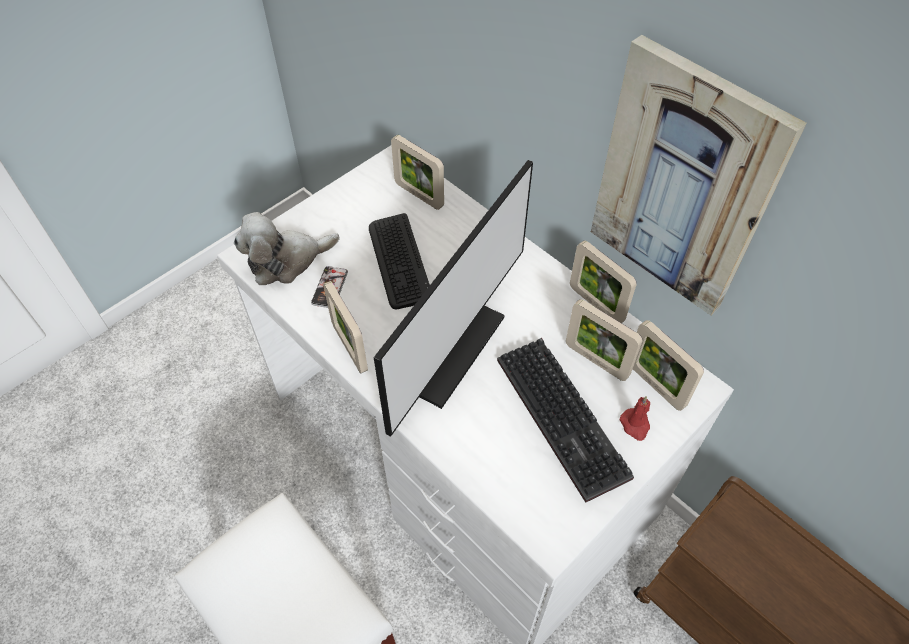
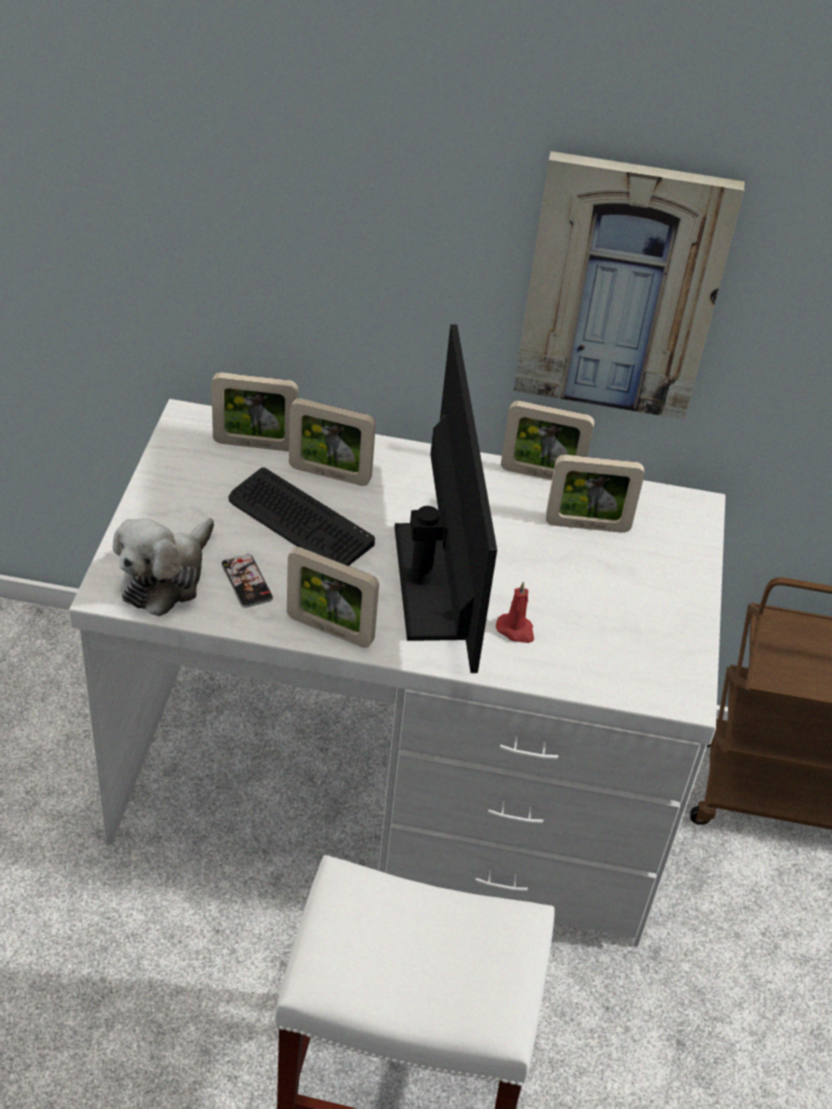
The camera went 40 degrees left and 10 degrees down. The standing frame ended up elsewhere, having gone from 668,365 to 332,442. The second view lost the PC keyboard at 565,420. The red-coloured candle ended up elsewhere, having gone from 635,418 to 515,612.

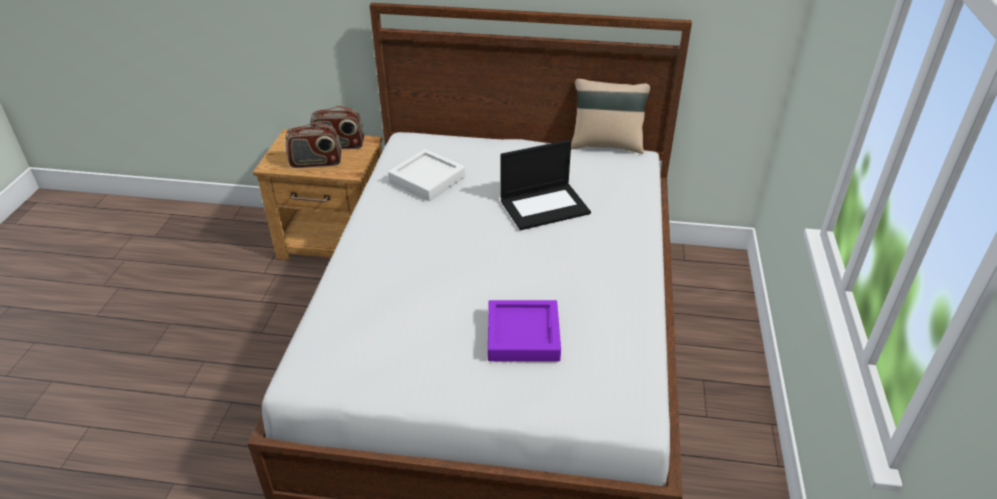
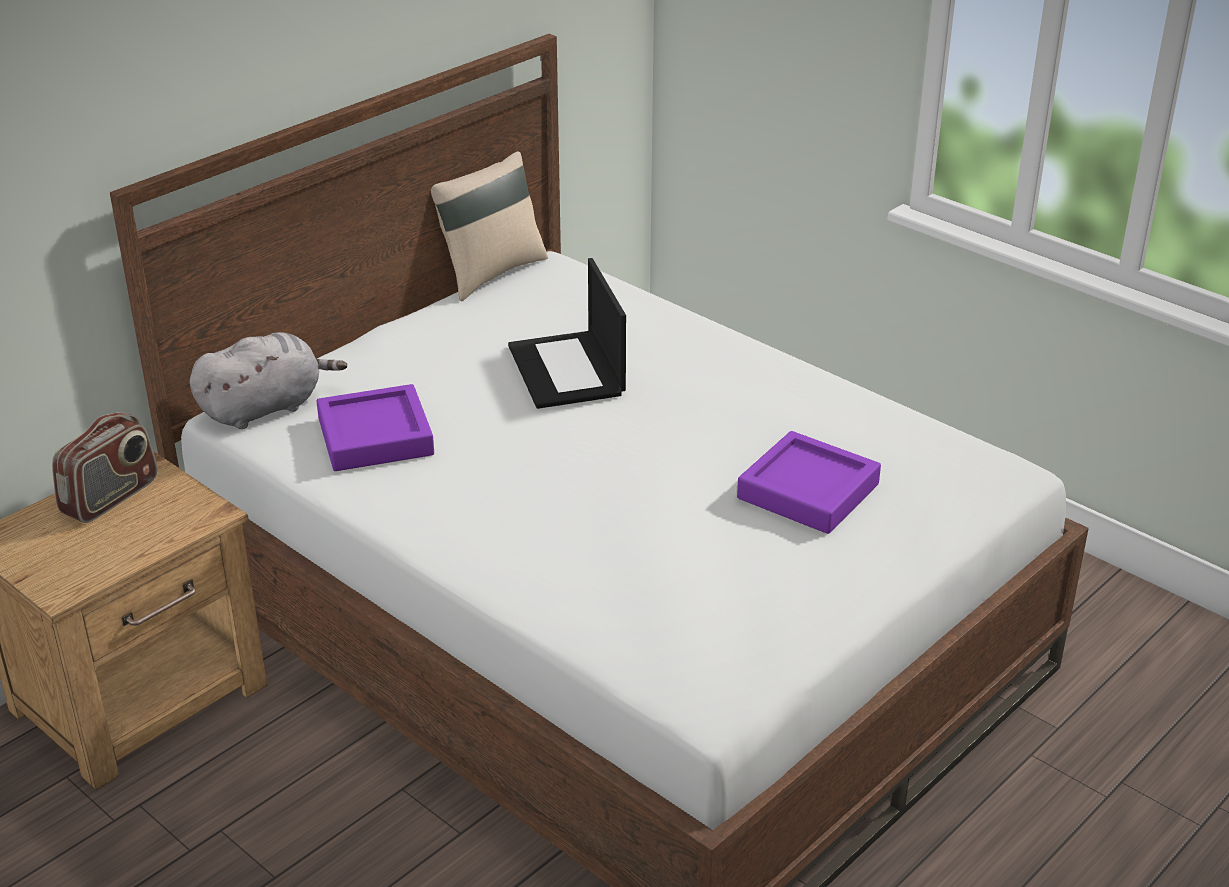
The camera went 55 degrees left and 5 degrees down. The second view lost the radio receiver at 314,145. The notebook computer at 545,185 ended up facing another way, 150 degrees clockwise from before. What was the white-coloured carrying tray at 426,175 turned into the purple-coloured carrying tray at 375,427. The second view gained the grey plush toy at 268,380.

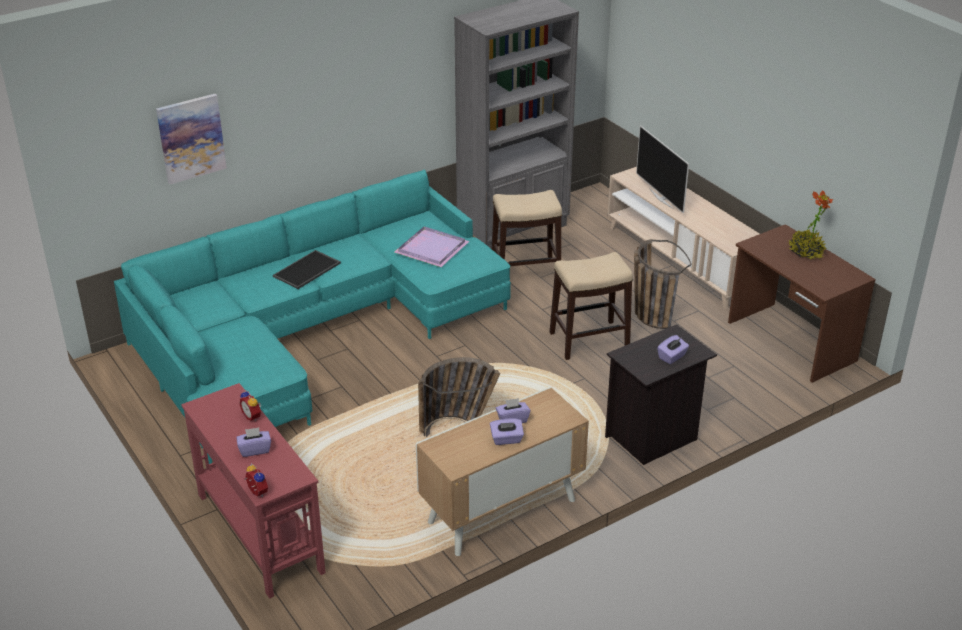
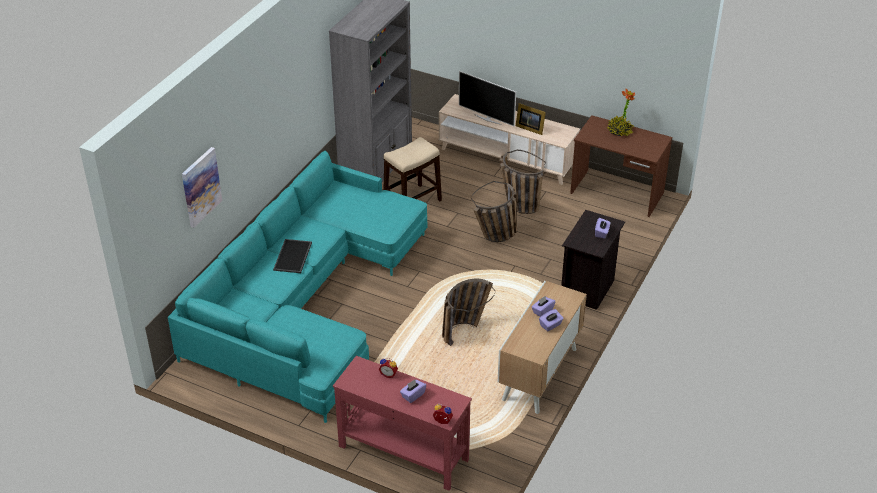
The camera went 30 degrees left and 5 degrees up. The second view lost the purple-coloured carrying tray at 432,246. Where the stool seat stood at 591,306, the basket came to stand at 494,211. The second view gained the standing frame at 531,119.

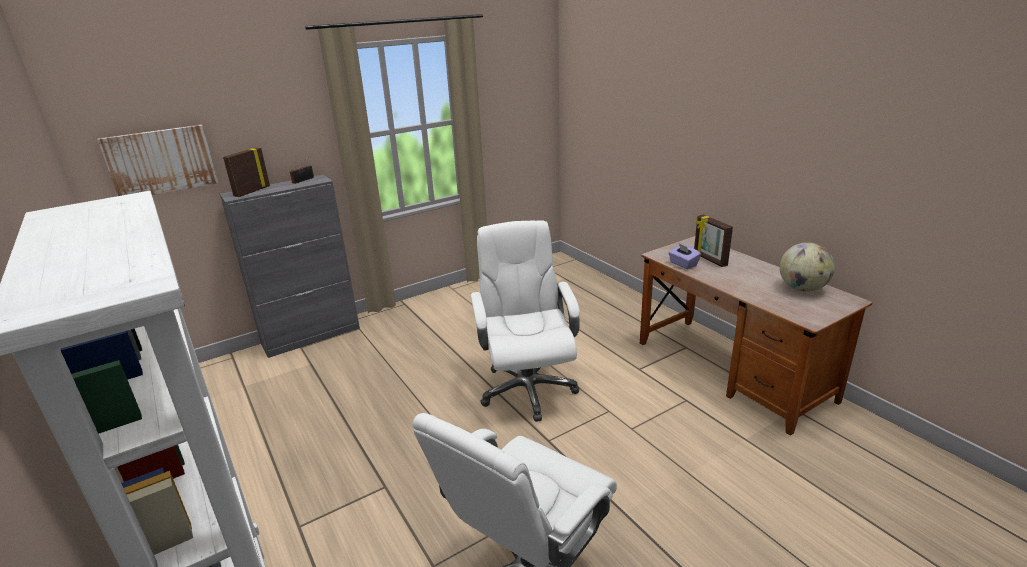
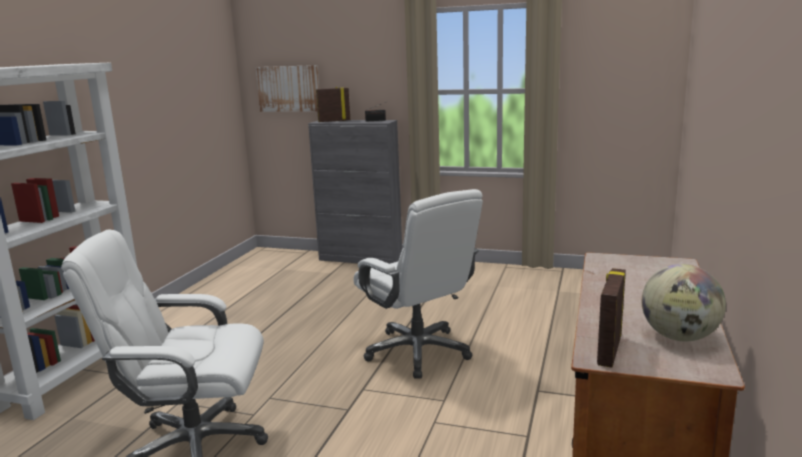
The camera went 50 degrees right and 10 degrees down. The standing frame ended up elsewhere, having gone from 713,241 to 611,318. The white-coloured office chair at 525,321 ended up facing another way, 105 degrees clockwise from before. The second view lost the purple-coloured tissue box at 684,256.

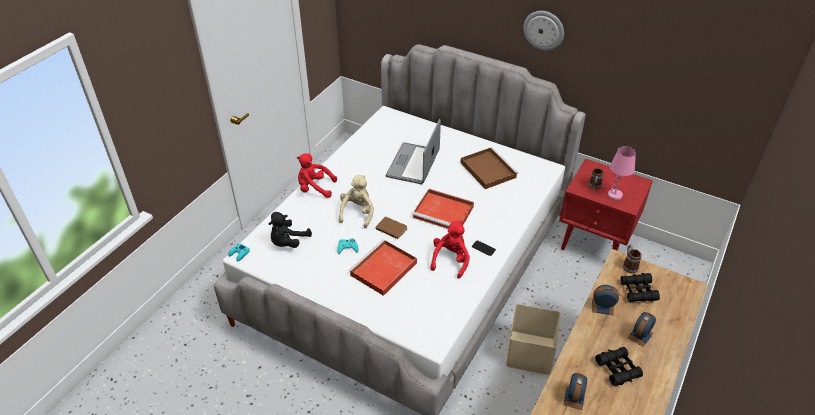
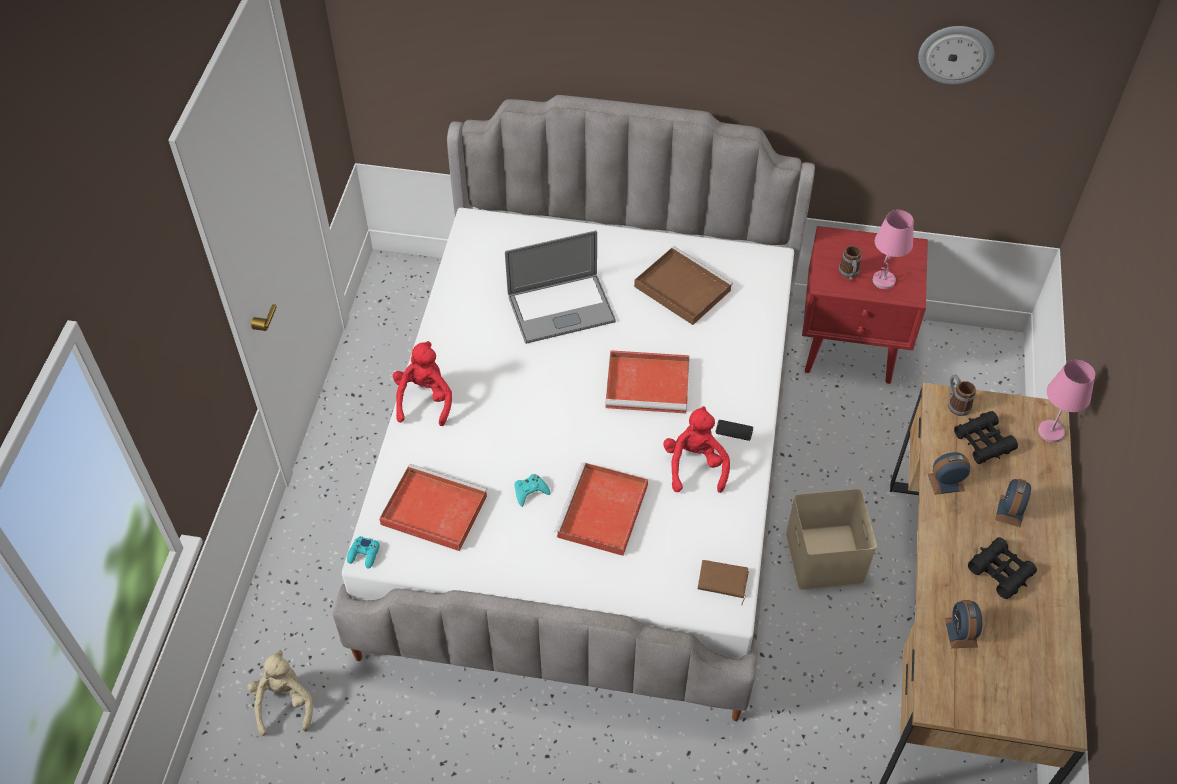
The camera went 20 degrees left and 10 degrees up. The clock on the wall ended up elsewhere, having gone from 543,31 to 956,55. The notebook computer at 413,151 ended up facing another way, 105 degrees counterclockwise from before. The red-coloured plush toy at 317,175 ended up facing another way, 105 degrees clockwise from before. The beige-coloured plush toy ended up elsewhere, having gone from 356,201 to 280,693. Where the blackish plush toy stood at 290,230, the red-coloured carrying tray came to stand at 433,507. The brownish book ended up elsewhere, having gone from 391,229 to 723,583. The second view gained the pink-coloured lamp for a table at 1066,401.

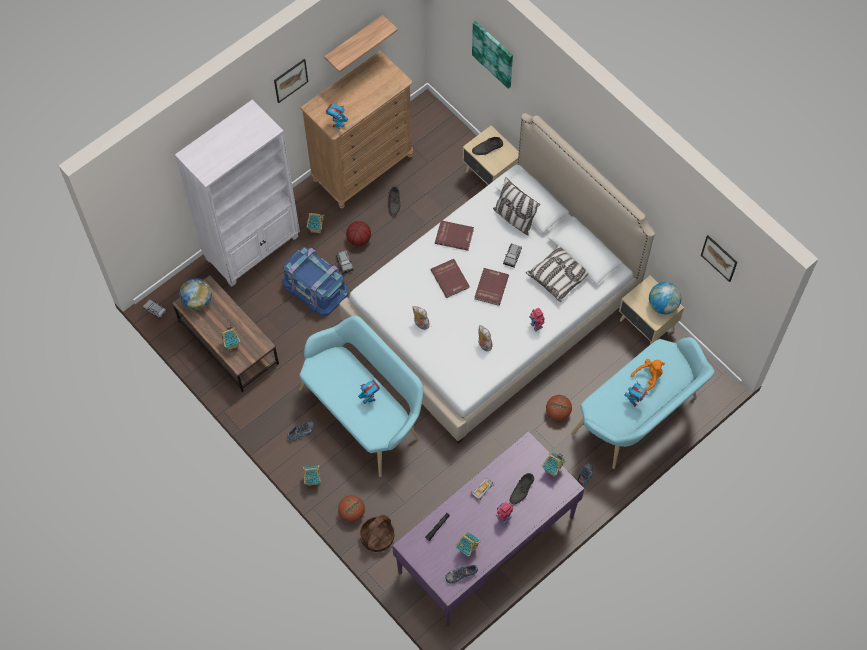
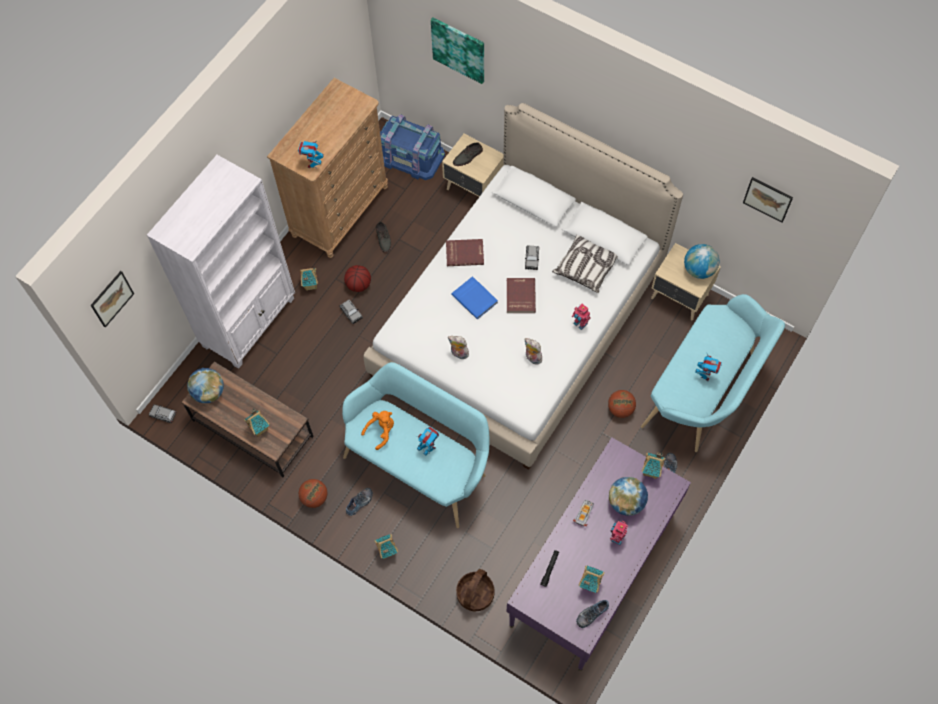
The camera went 15 degrees left and 0 degrees up. The second view lost the wall shelf at 361,43. The wall art ended up elsewhere, having gone from 291,81 to 112,299. The second view lost the cushion at 516,206. The blue storage container ended up elsewhere, having gone from 315,281 to 412,147. What was the red-coloured book at 450,278 turned into the blue book at 474,297. The orangey plush toy ended up elsewhere, having gone from 648,375 to 377,430. Where the grey low shoe stood at 522,488, the world globe came to stand at 628,496. The basketball ball ended up elsewhere, having gone from 351,508 to 313,493.

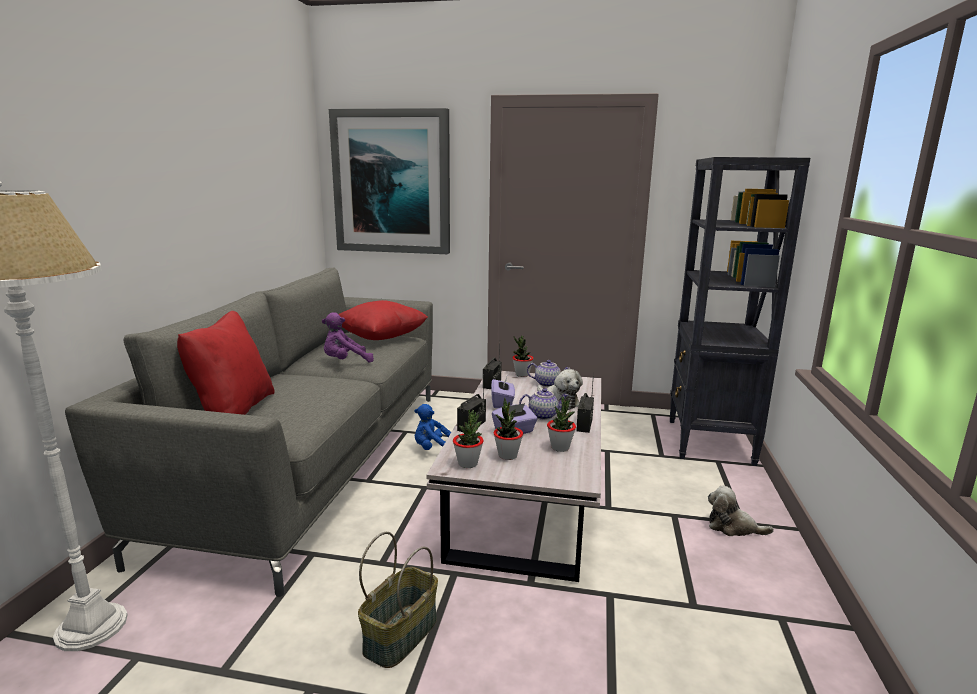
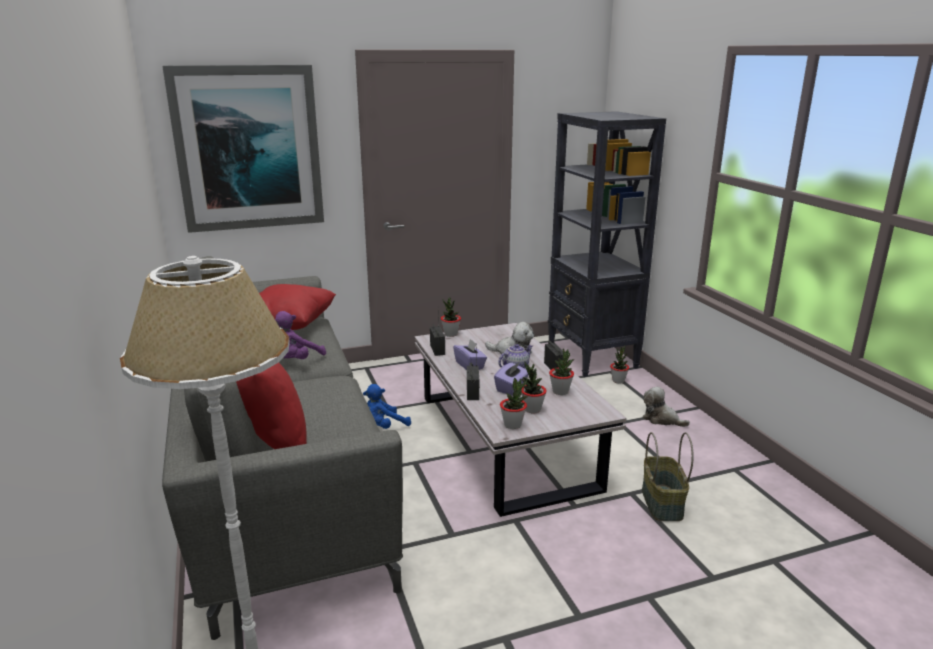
The camera went 30 degrees left and 5 degrees up. The second view lost the tea pot at 548,373. The plush toy at 741,511 ended up facing another way, 45 degrees clockwise from before. The basket ended up elsewhere, having gone from 398,600 to 668,476. The second view gained the houseplant at 619,364.

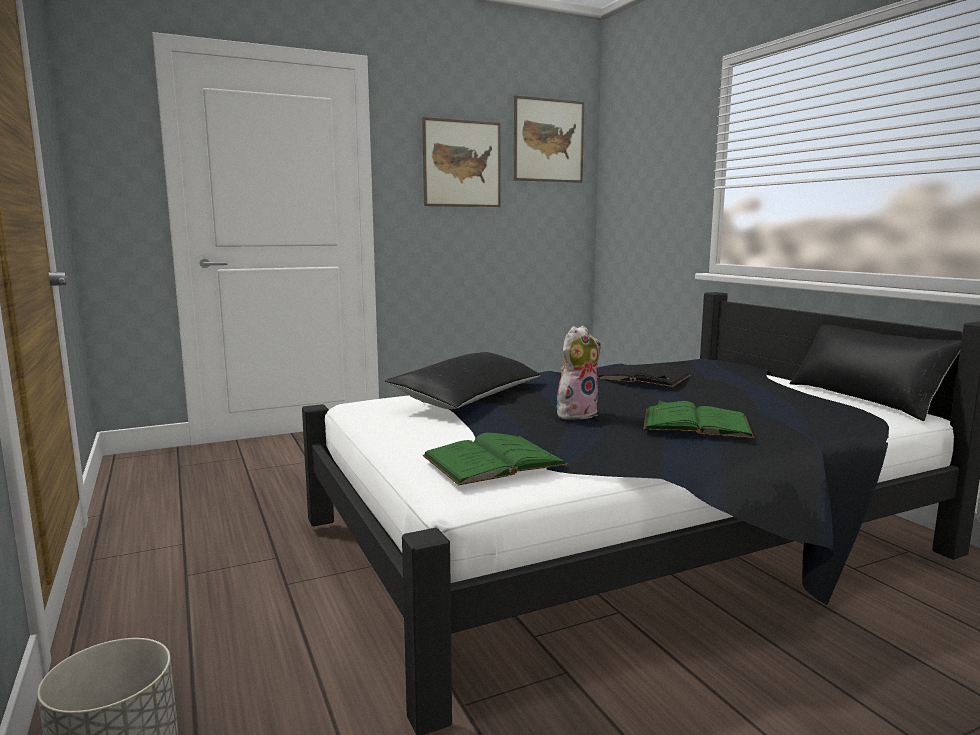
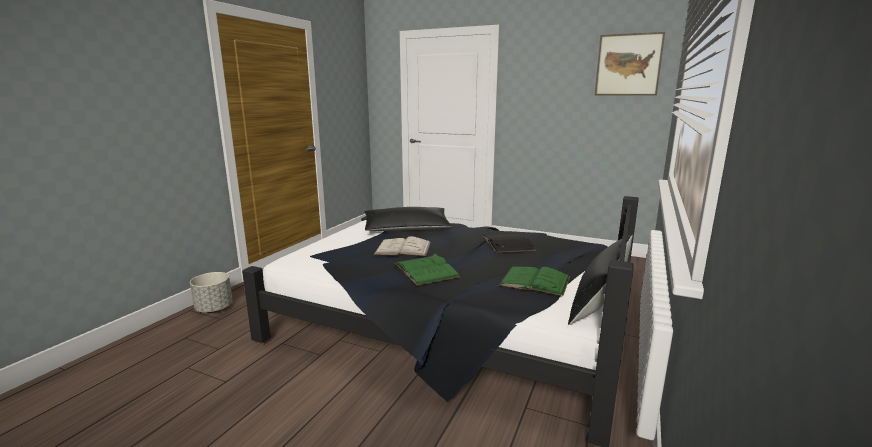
The camera went 50 degrees right and 5 degrees up. The second view lost the wall art at 461,162. Where the plush toy stood at 579,373, the white-coloured book came to stand at 402,246. The green book ended up elsewhere, having gone from 495,459 to 534,281.

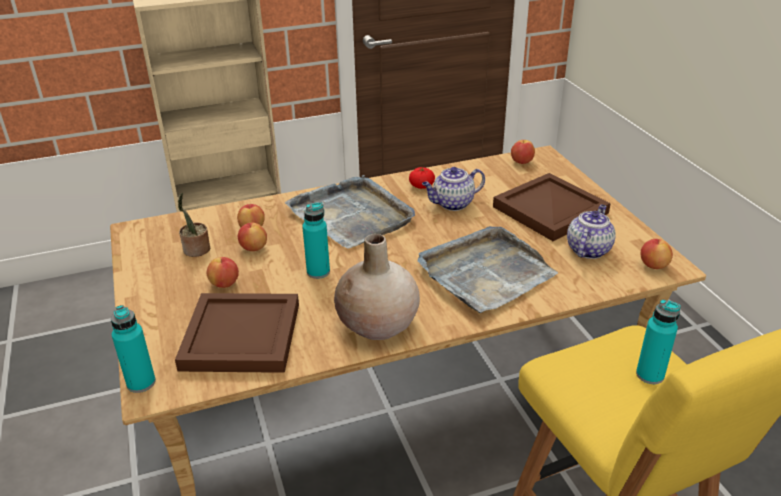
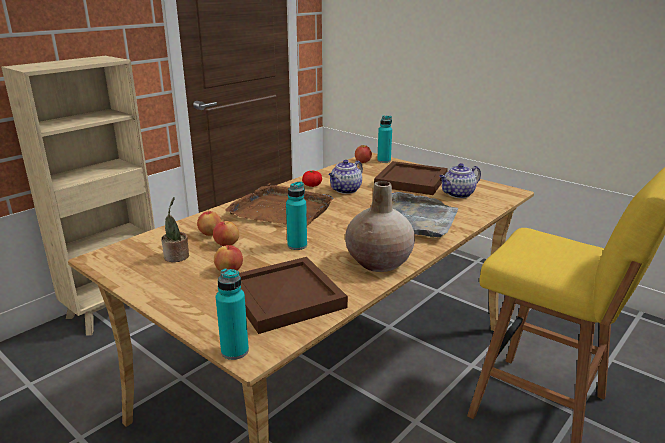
The camera went 30 degrees left and 10 degrees down. What was the grey carrying tray at 350,212 turned into the brownish carrying tray at 279,204. The tea pot at 591,232 ended up facing another way, 120 degrees counterclockwise from before. The second view lost the apple fruit at 657,254. The blue-green bottle ended up elsewhere, having gone from 658,341 to 384,139.

